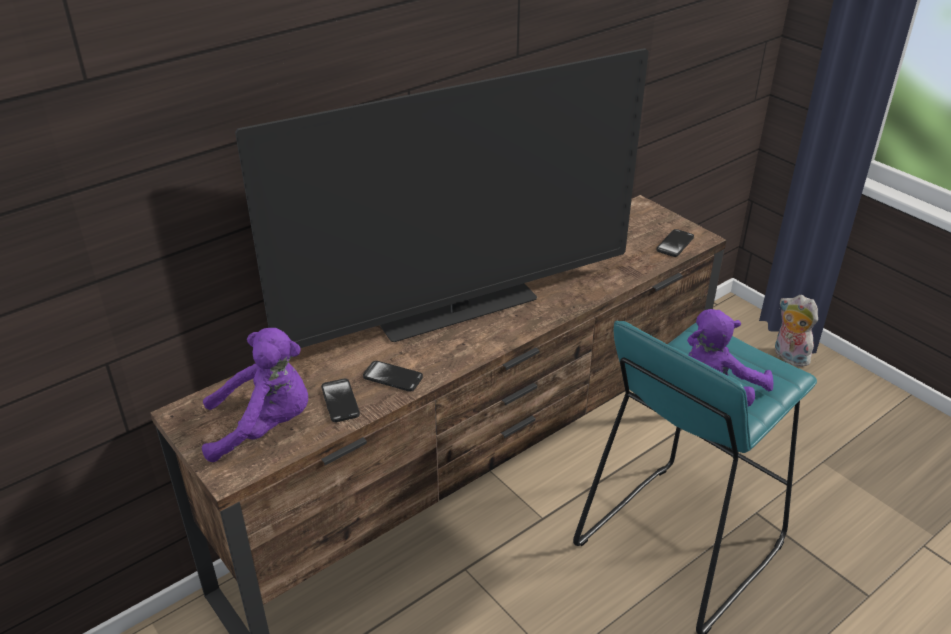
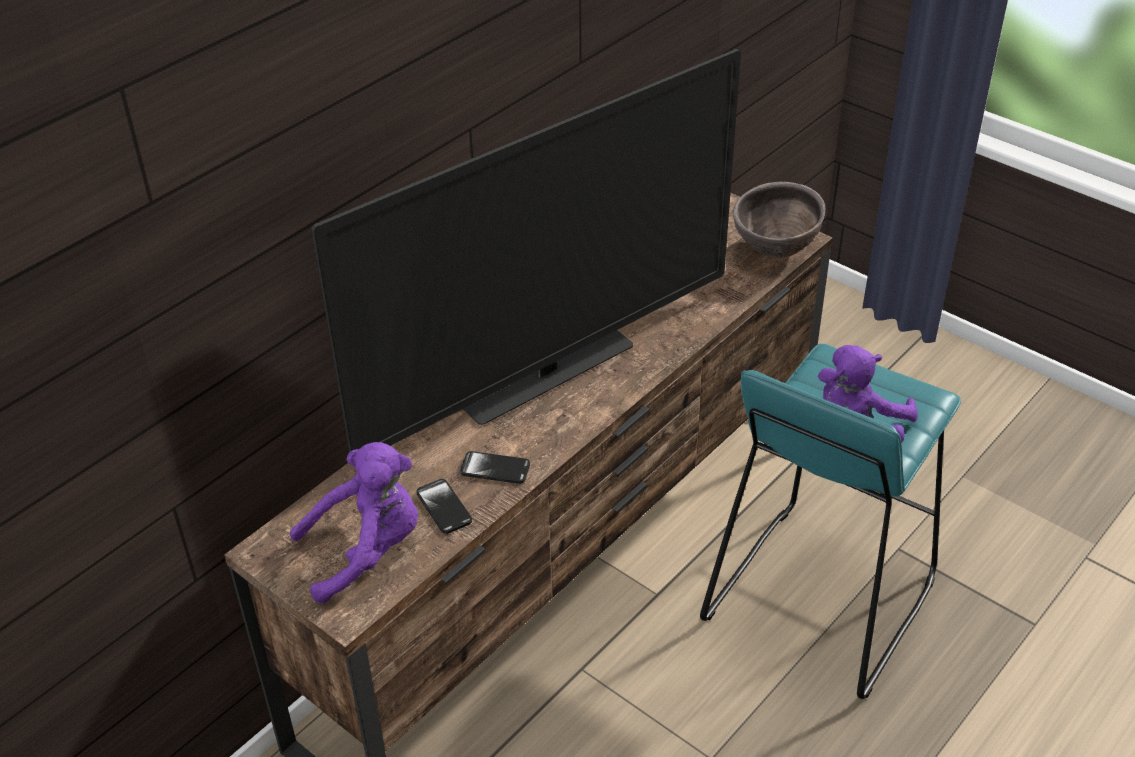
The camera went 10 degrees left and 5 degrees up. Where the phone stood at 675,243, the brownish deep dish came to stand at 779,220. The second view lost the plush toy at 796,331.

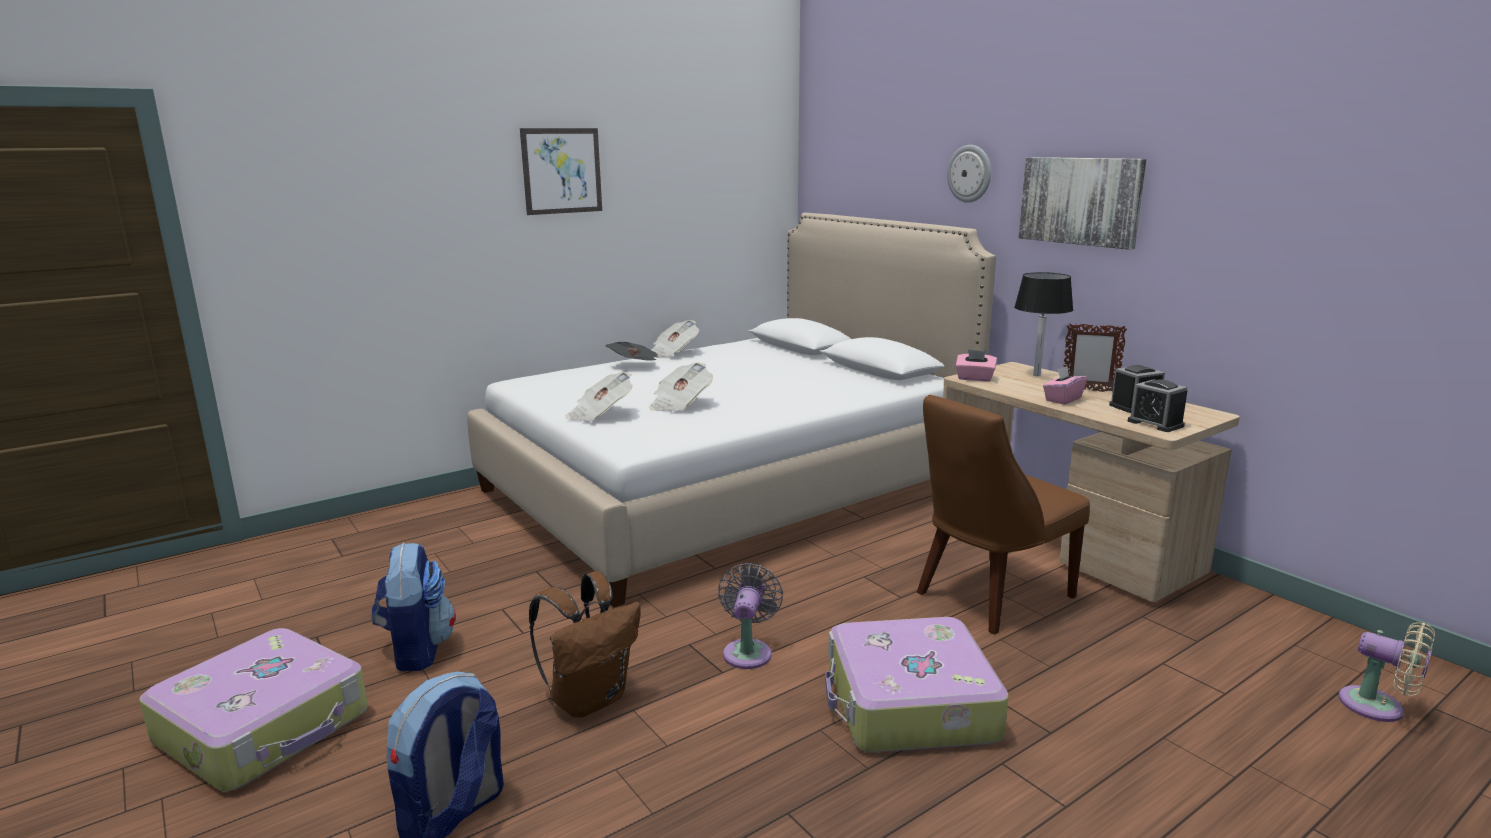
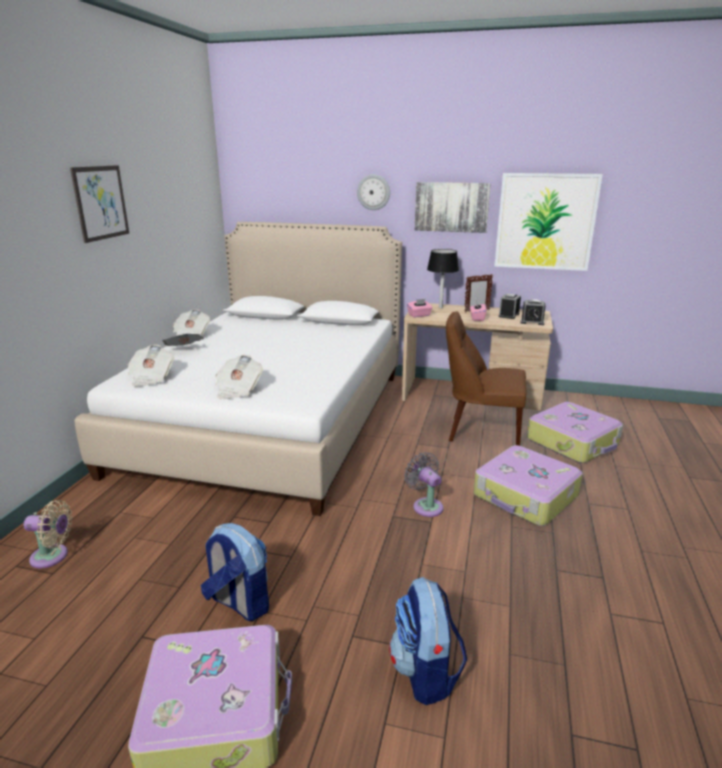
The camera went 40 degrees left and 5 degrees up. The printed paper ended up elsewhere, having gone from 681,387 to 150,366. The brownish chair at 1003,514 ended up facing another way, 90 degrees clockwise from before. The second view lost the brownish knapsack at 585,644. The beige-coloured cooling fan ended up elsewhere, having gone from 1386,672 to 47,534. The second view gained the wall art at 548,222. The second view gained the suitcase at 575,432.

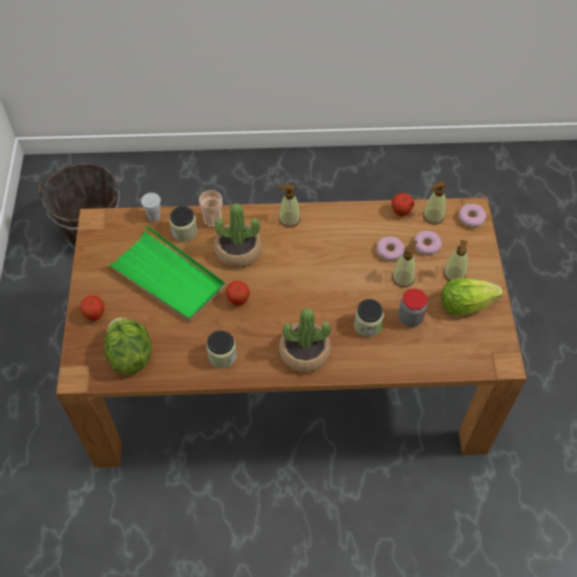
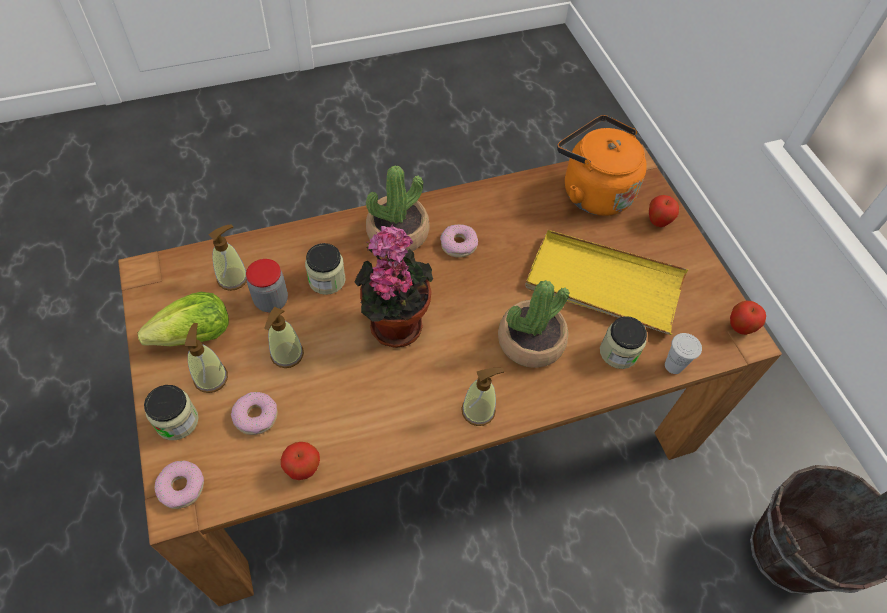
The camera went 160 degrees right and 0 degrees up. The soap dispenser ended up elsewhere, having gone from 435,203 to 228,258. The second view lost the cup at 210,209. What was the green carrying tray at 165,273 turned into the yellowish carrying tray at 606,282. The doughnut ended up elsewhere, having gone from 390,249 to 459,241. The apple fruit ended up elsewhere, having gone from 238,293 to 748,318. Where the head of lettuce stood at 128,346, the orangey kettle came to stand at 602,165. The preserve jar ended up elsewhere, having gone from 221,349 to 171,412. The second view gained the houseplant at 394,286.

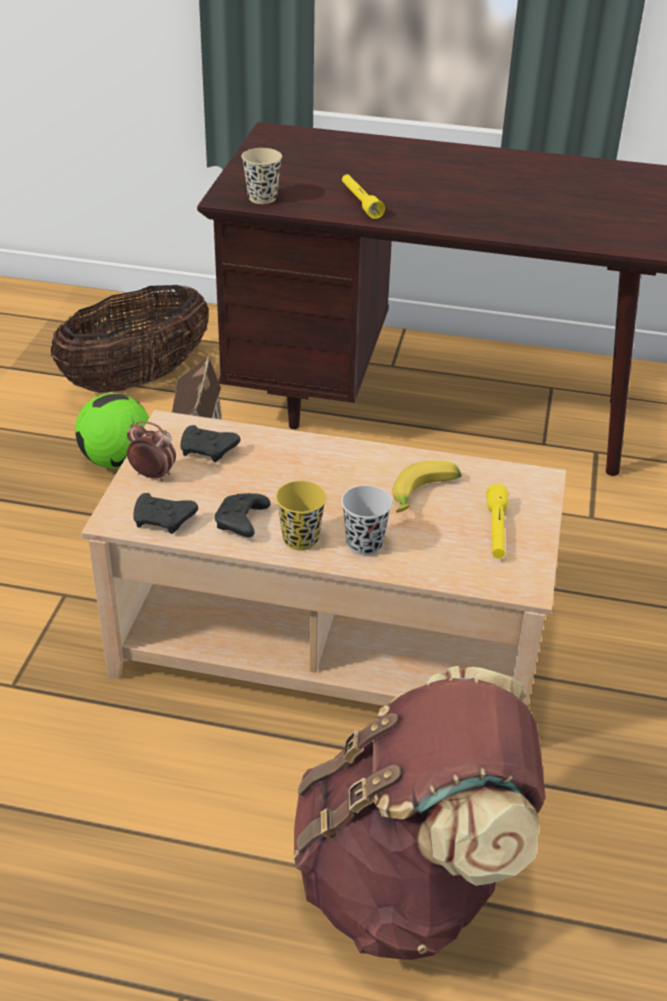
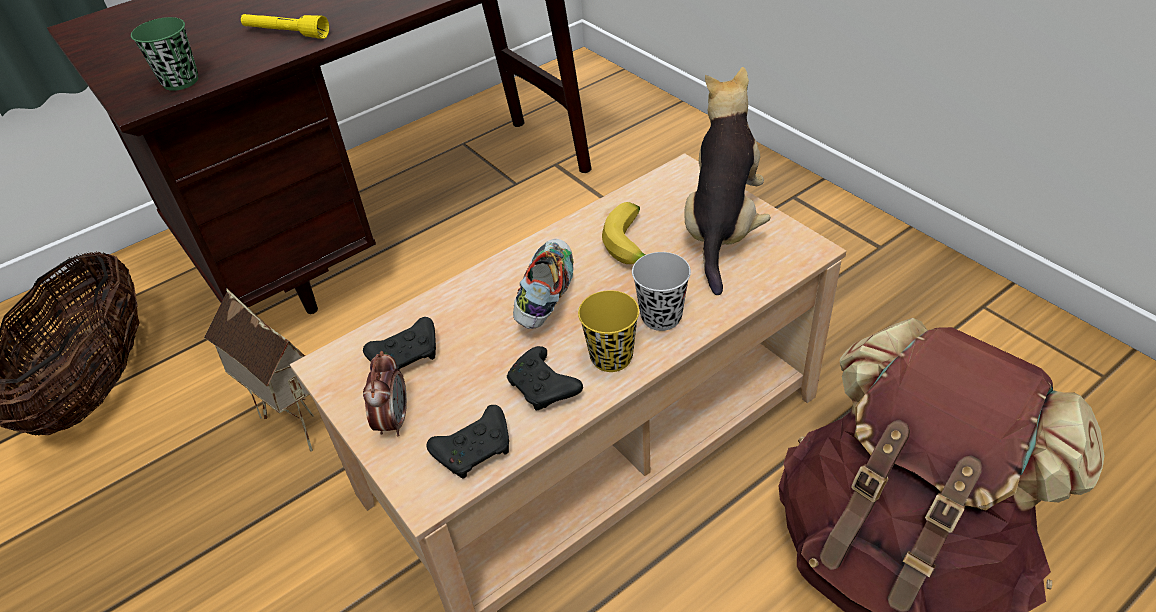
The camera went 45 degrees left and 5 degrees up. What was the beige-coloured cup at 262,176 turned into the green cup at 164,54. The second view lost the football at 112,431. The alarm clock at 151,451 ended up facing another way, 120 degrees clockwise from before. Where the yellowish torch stood at 497,521, the plush toy came to stand at 727,181. The second view gained the low shoe at 543,284.

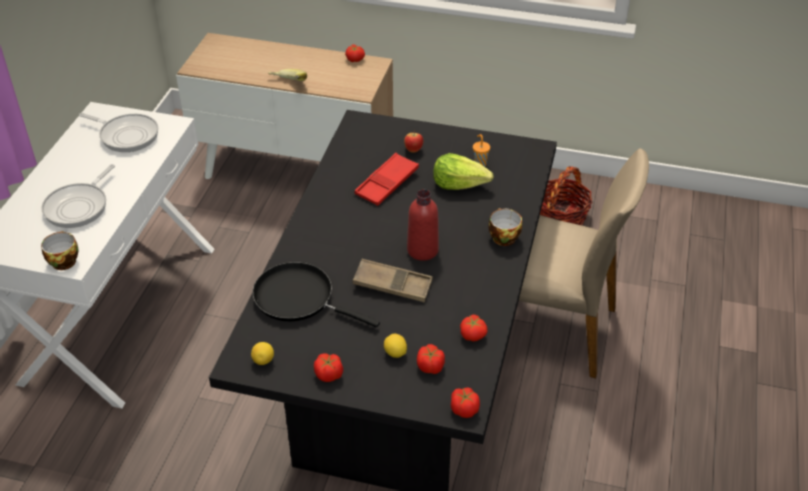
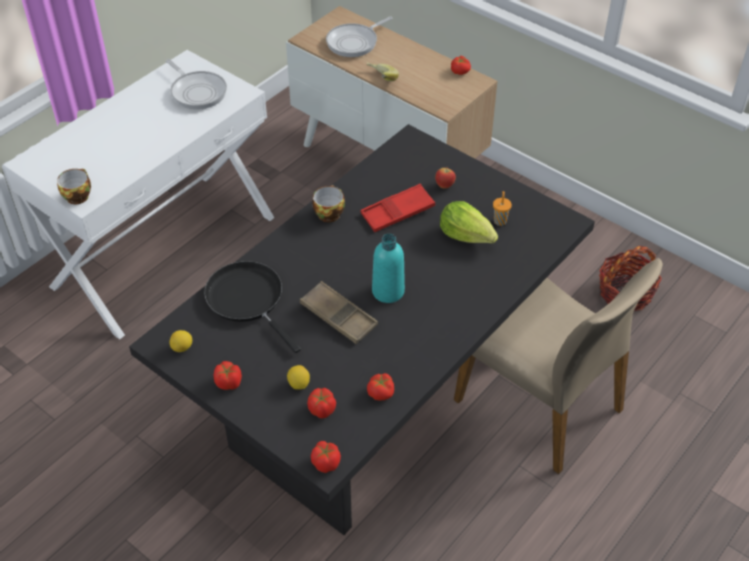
The camera went 25 degrees right and 5 degrees up. The frying pan ended up elsewhere, having gone from 78,196 to 359,36. What was the red-coloured bottle at 423,225 turned into the blue-green bottle at 388,268. The cup ended up elsewhere, having gone from 505,227 to 328,203.

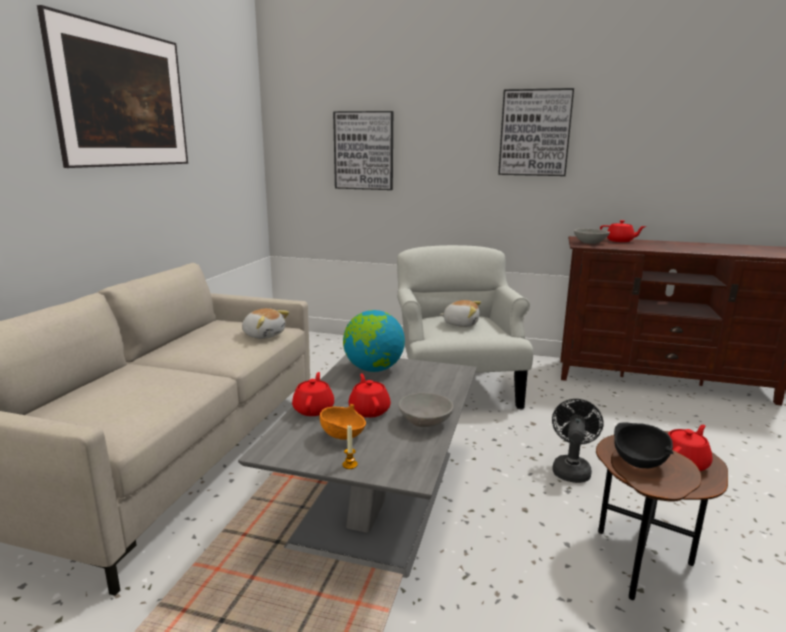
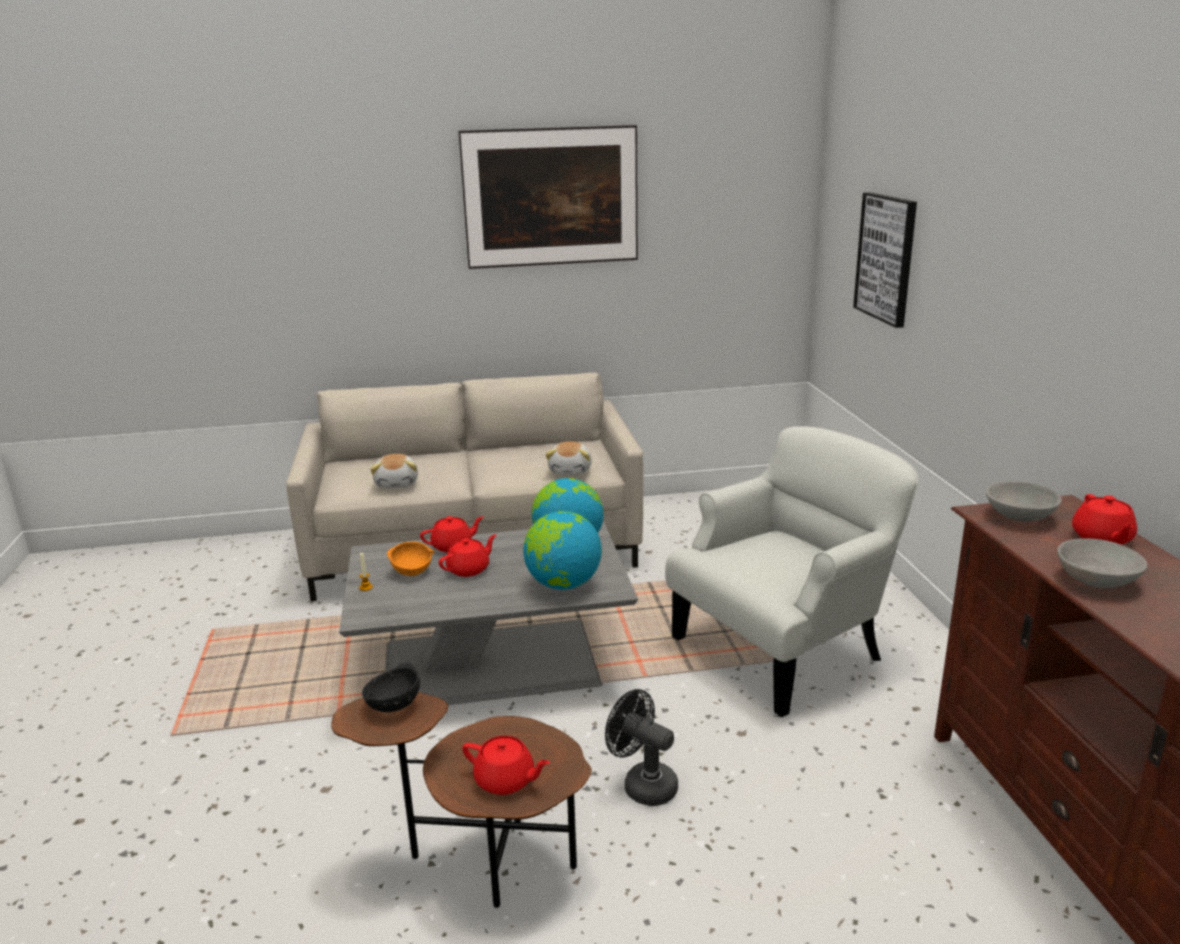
The camera went 65 degrees right and 5 degrees up. The second view lost the wall art at 536,132. The plush toy ended up elsewhere, having gone from 460,313 to 394,471. The grey deep dish ended up elsewhere, having gone from 426,410 to 1102,563. The blackish cooling fan at 577,441 ended up facing another way, 135 degrees counterclockwise from before. The second view gained the world globe at 562,550.

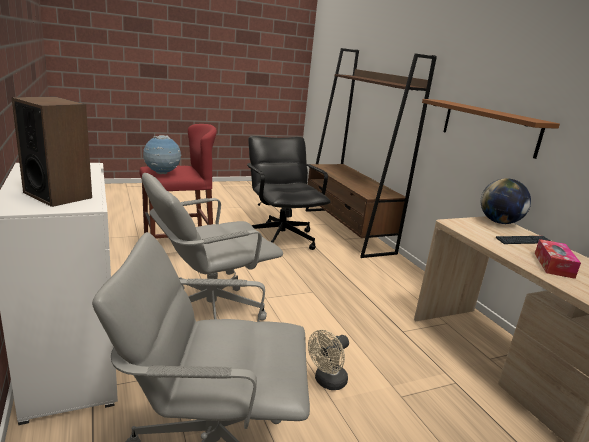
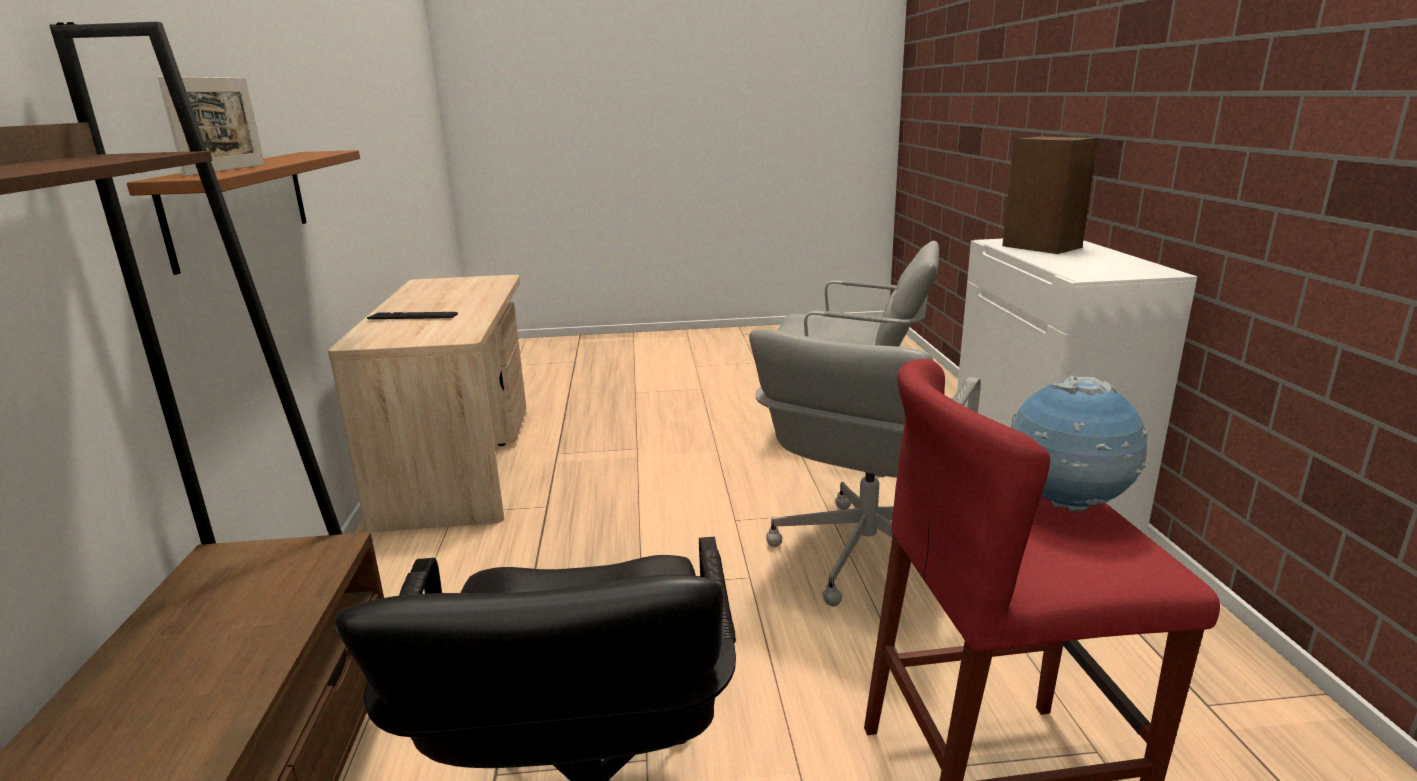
The camera went 160 degrees left and 0 degrees up. The grey office chair at 212,246 ended up facing another way, 135 degrees clockwise from before. The second view lost the world globe at 506,201. The second view lost the tissue box at 558,259. The second view lost the beige-coloured cooling fan at 328,360. The second view gained the standing frame at 211,126.

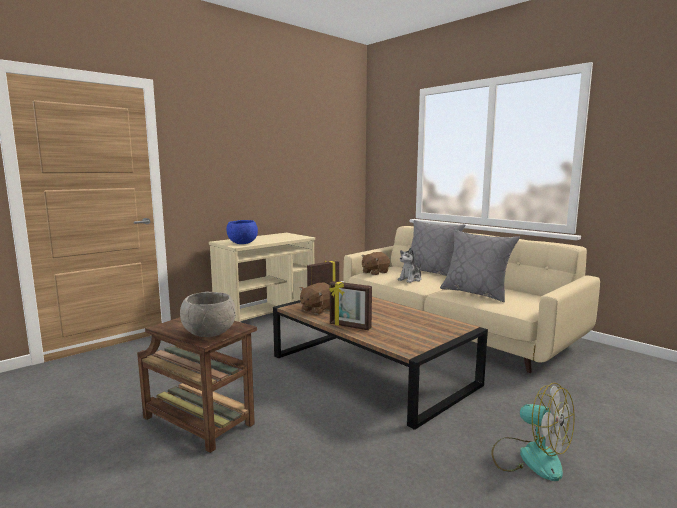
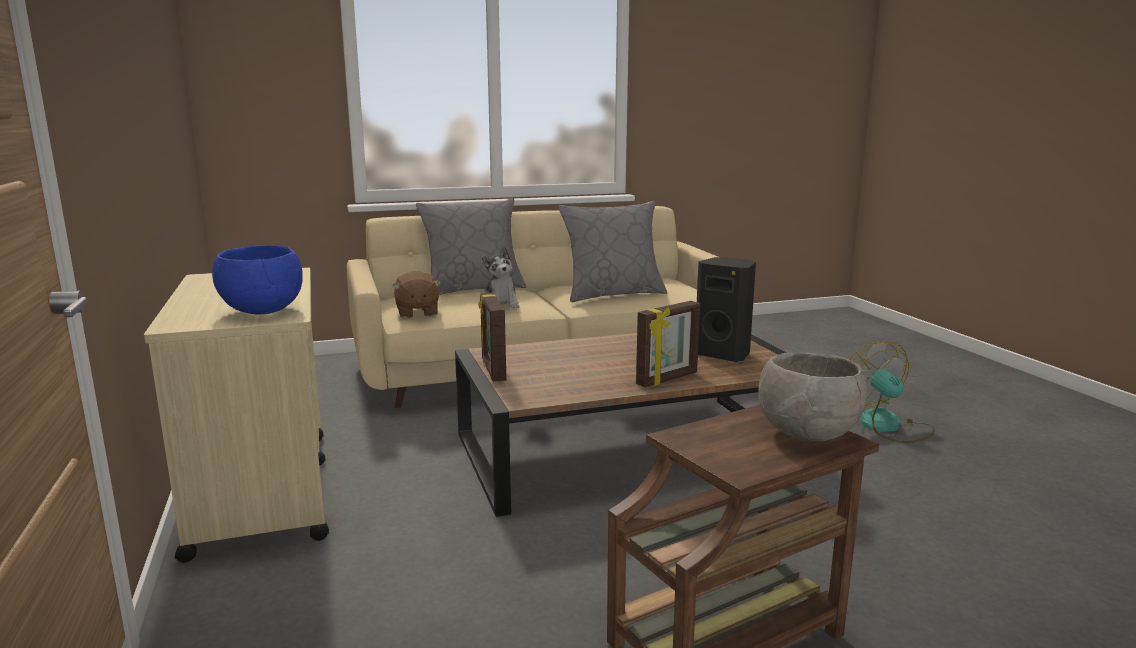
The camera went 65 degrees left and 5 degrees up. The second view lost the brownish plush toy at 314,299. The cooling fan at 533,432 ended up facing another way, 90 degrees counterclockwise from before. The second view gained the blackish audio speaker at 726,309.

